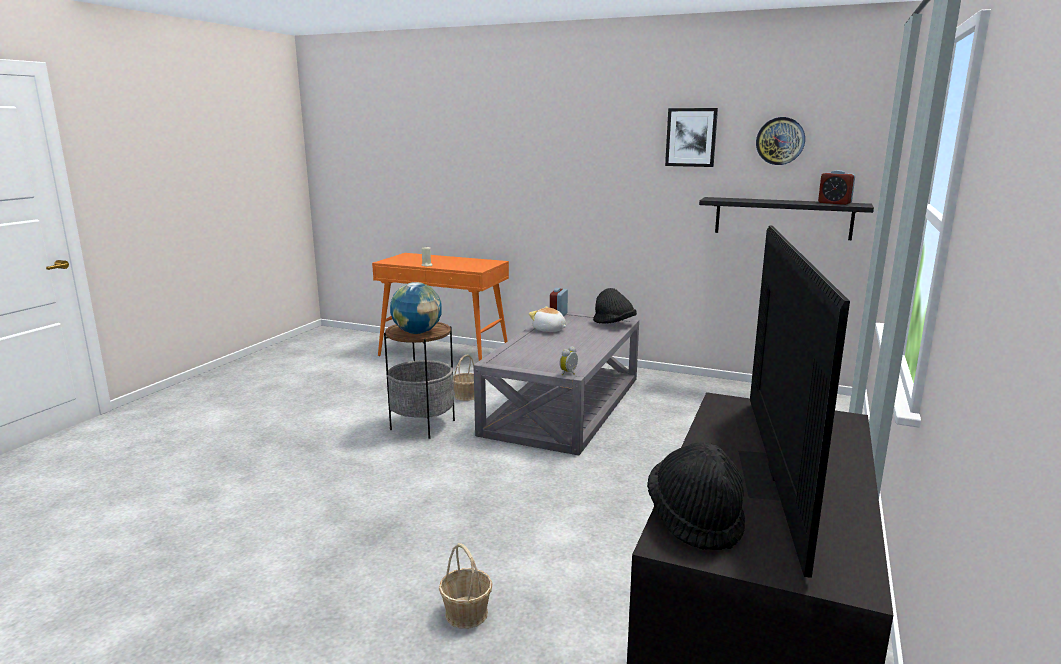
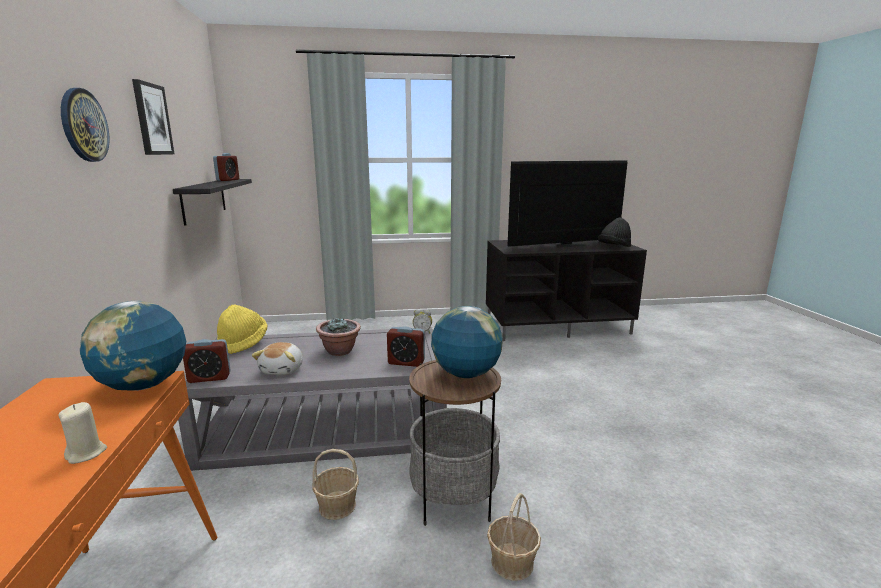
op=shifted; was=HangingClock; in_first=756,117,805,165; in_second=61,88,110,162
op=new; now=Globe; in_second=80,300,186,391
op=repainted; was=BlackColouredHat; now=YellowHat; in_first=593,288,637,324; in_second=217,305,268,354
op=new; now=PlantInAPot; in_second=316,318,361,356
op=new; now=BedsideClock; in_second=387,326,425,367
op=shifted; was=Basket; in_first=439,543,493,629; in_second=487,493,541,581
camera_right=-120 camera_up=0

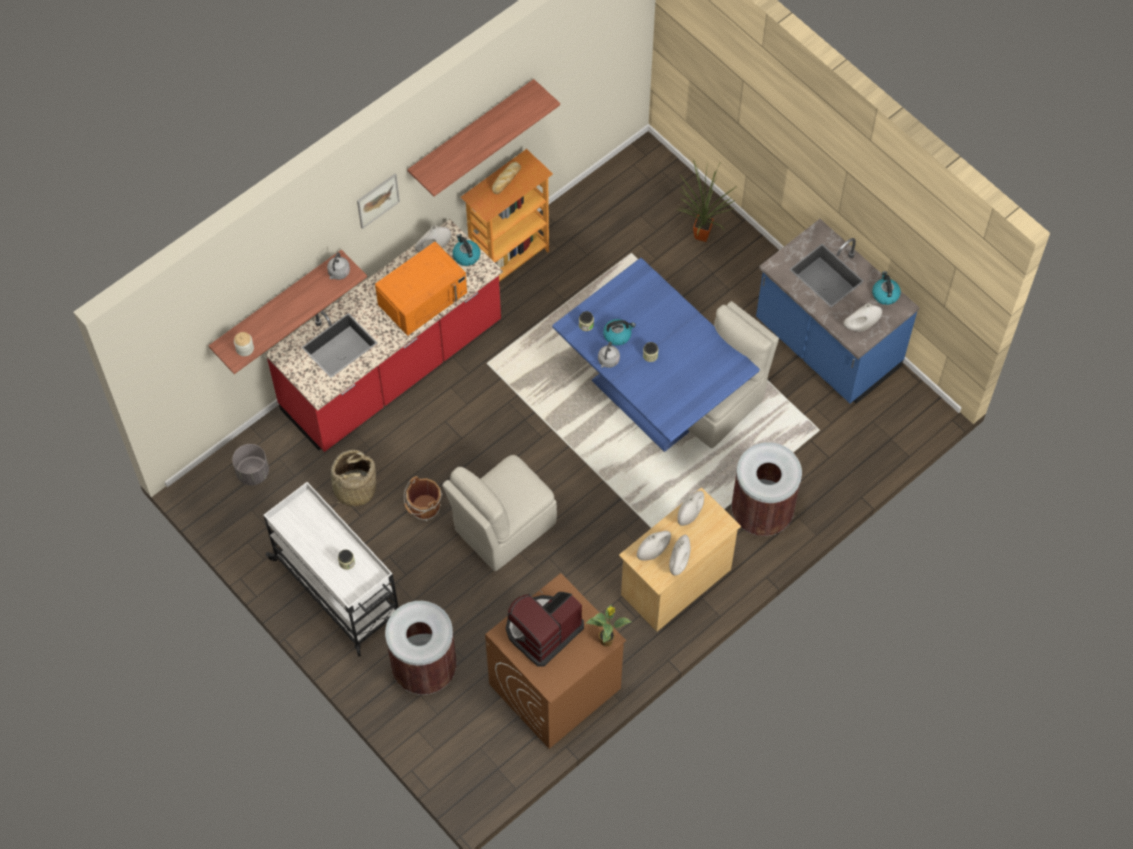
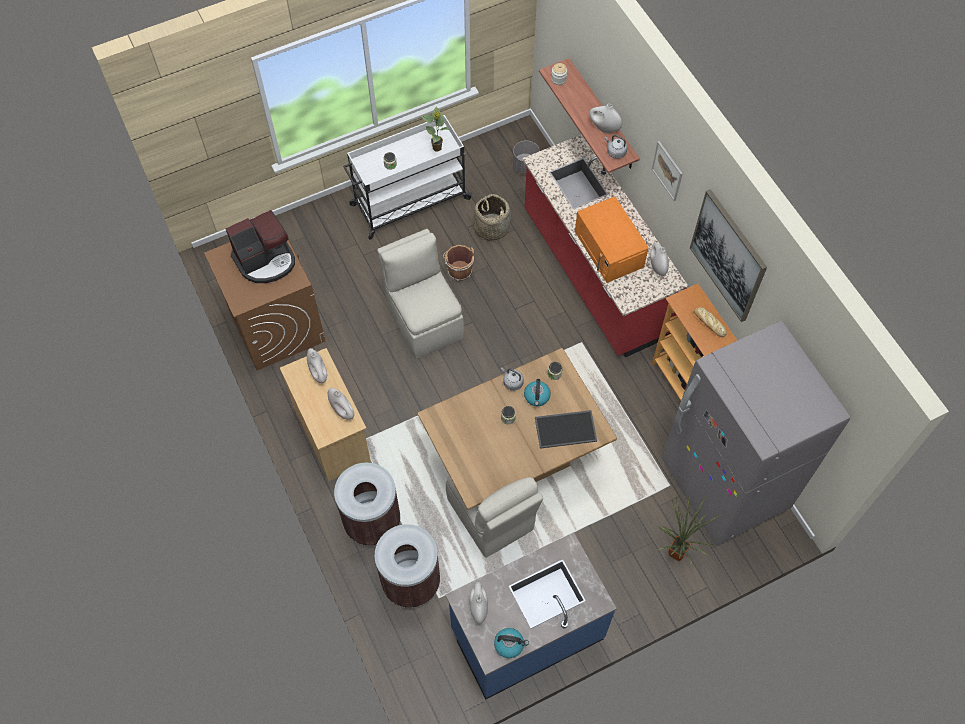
op=rotated; was=CoffeeMaker; in_first=506,592,584,666; in_second=226,210,295,283; clockwise=90
op=shifted; was=BrownColouredWasteBin; in_first=385,601,456,695; in_second=375,524,440,608
op=repainted; was=BluishDinnerTable; now=BrownColouredDinnerTable; in_first=552,258,760,452; in_second=418,348,617,510
op=shifted; was=PlantInAPot; in_first=586,604,632,647; in_second=421,106,449,152
op=new; now=CarryingTray; in_second=535,410,597,449
op=shifted; was=WhiteVase; in_first=669,535,691,576; in_second=589,104,622,133
op=new; now=GreyishFridge; in_second=662,321,850,546
op=swapped; was=BracketShelf; now=WallArt; in_first=407,79,560,197; in_second=690,189,767,322
op=gone; was=TeaKettle; in_first=452,234,480,266
camera_right=105 camera_up=0

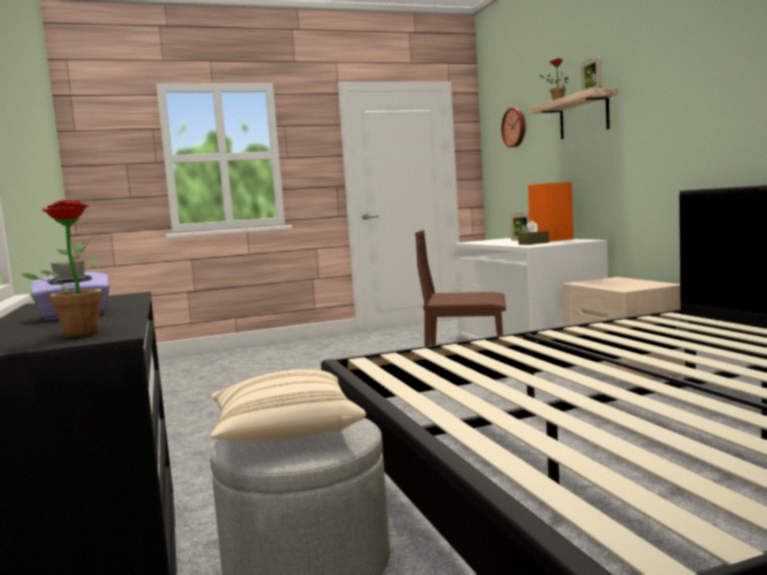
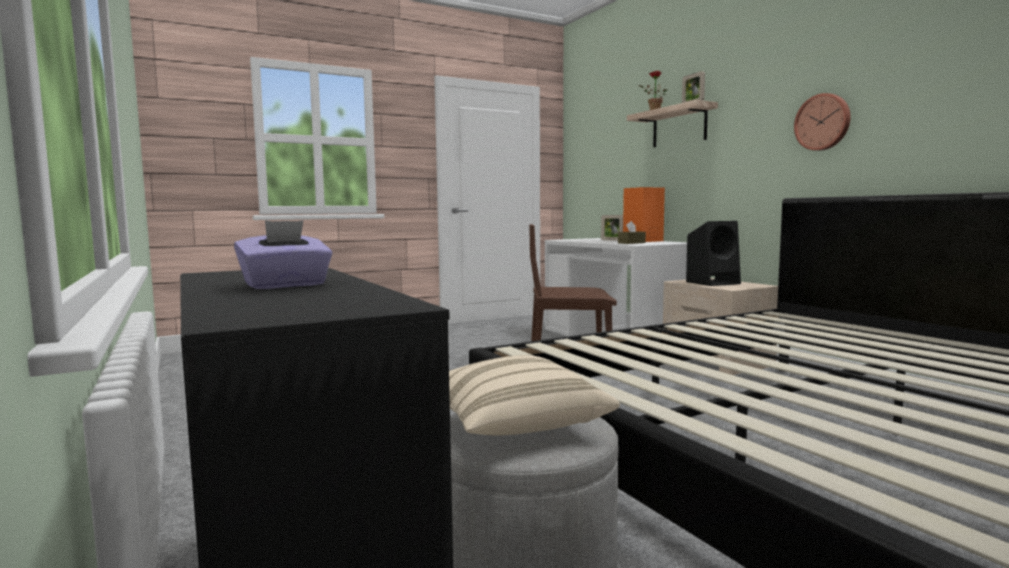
op=new; now=BlackColouredLoudspeaker; in_second=686,221,741,286
op=shifted; was=HangingClock; in_first=501,108,526,147; in_second=794,93,851,151
op=gone; was=PlantInAPot; in_first=21,200,103,337
camera_right=-10 camera_up=0

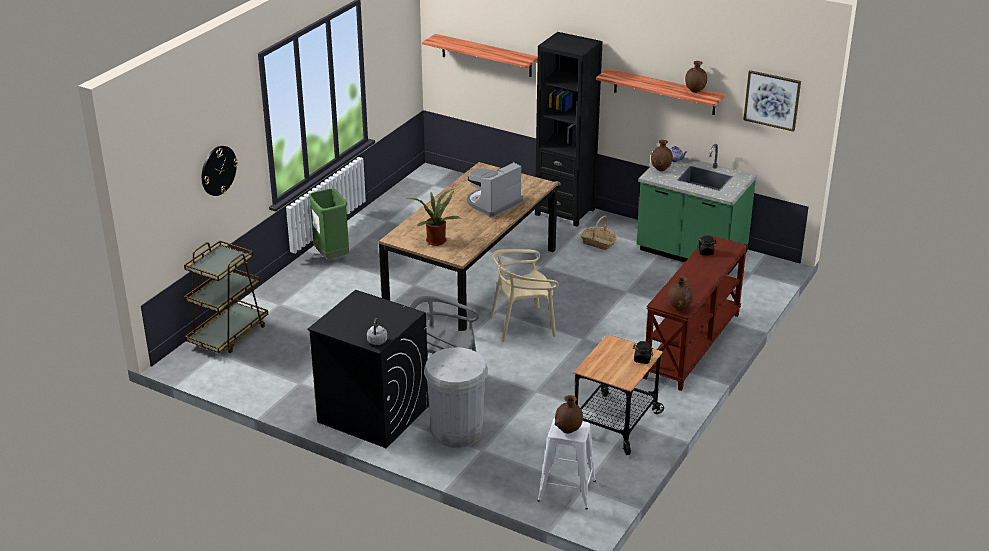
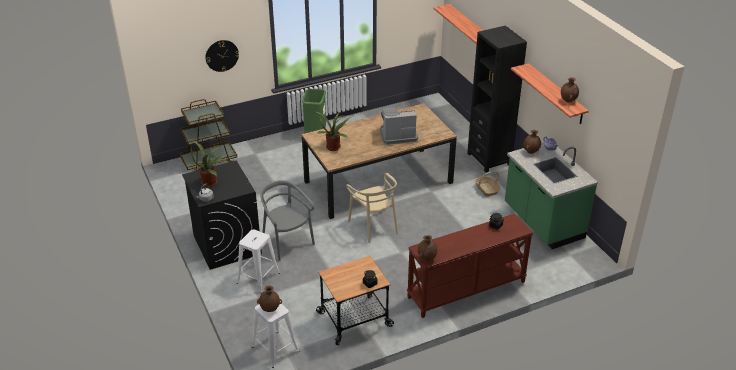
op=new; now=PlantInAPot; in_second=191,141,226,187
op=swapped; was=WhiteWasteBin; now=WhiteSittingStool; in_first=424,347,488,448; in_second=237,229,280,294
op=rotated; was=SandColouredPlainChair; in_first=490,249,558,342; in_second=346,173,398,243; clockwise=-135
op=gone; was=WallArt; in_first=743,70,801,132
camera_right=35 camera_up=5

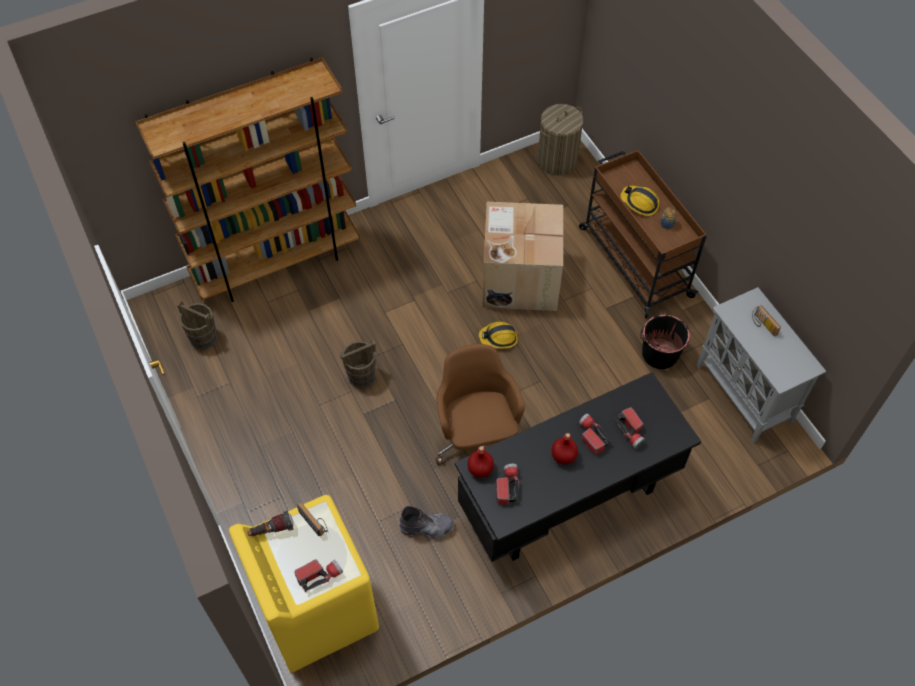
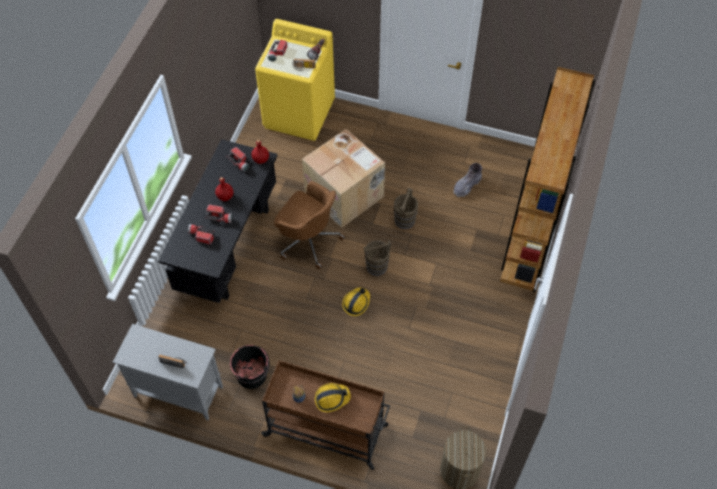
op=shifted; was=PackingBox; in_first=482,202,563,311; in_second=302,129,385,228
op=shifted; was=BrownColouredWaterBucket; in_first=177,301,217,350; in_second=364,240,391,276
op=shifted; was=GreyishHighTopBoot; in_first=399,506,454,539; in_second=453,163,482,197
camera_right=135 camera_up=0

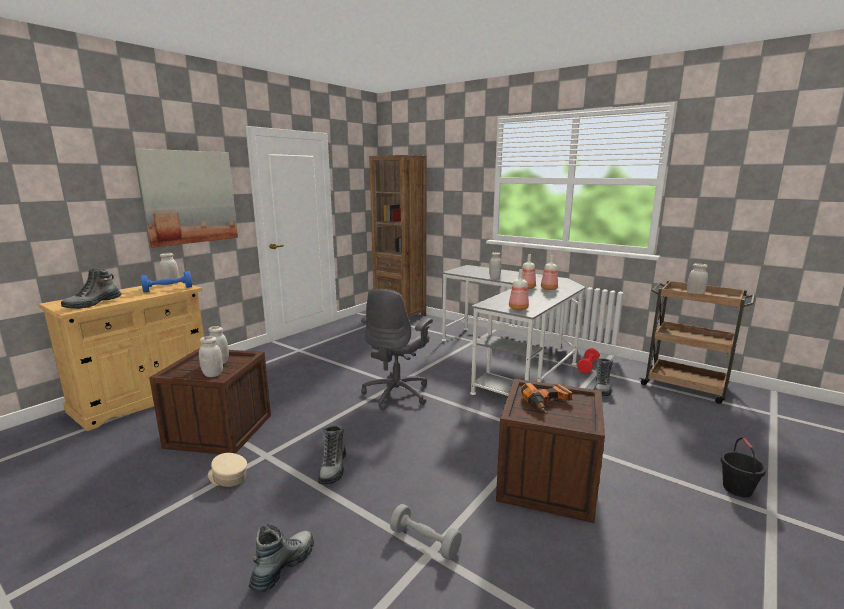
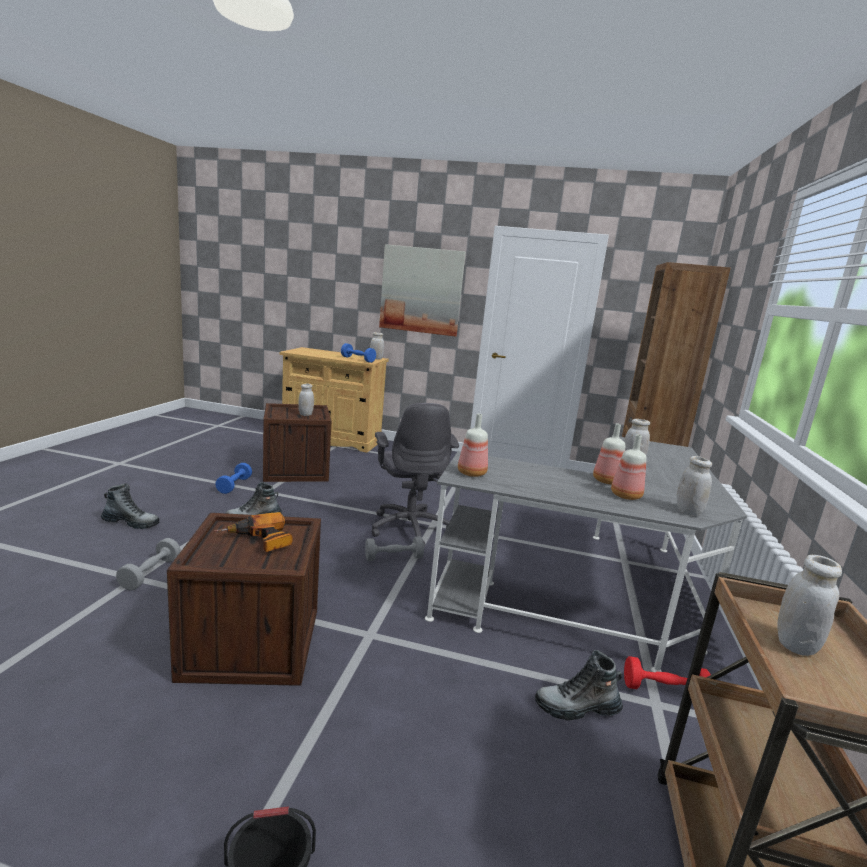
op=swapped; was=SandColouredCap; now=BluishFreeWeight; in_first=208,453,247,487; in_second=215,463,252,494
op=new; now=GreyishFreeWeight; in_second=365,536,424,561
op=rotated; was=GreyishOfficeChair; in_first=361,289,433,410; in_second=372,403,459,546; clockwise=-105
op=shifted; was=WhitePreserveJar; in_first=199,336,223,377; in_second=677,456,712,516
op=gone; was=HighTopBoot; in_first=61,268,122,309
camera_right=65 camera_up=0

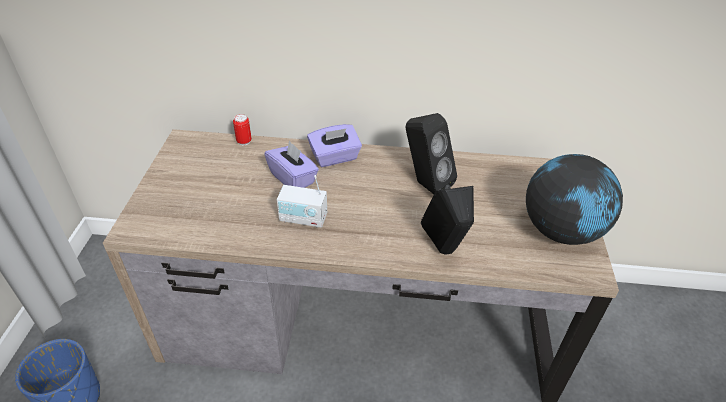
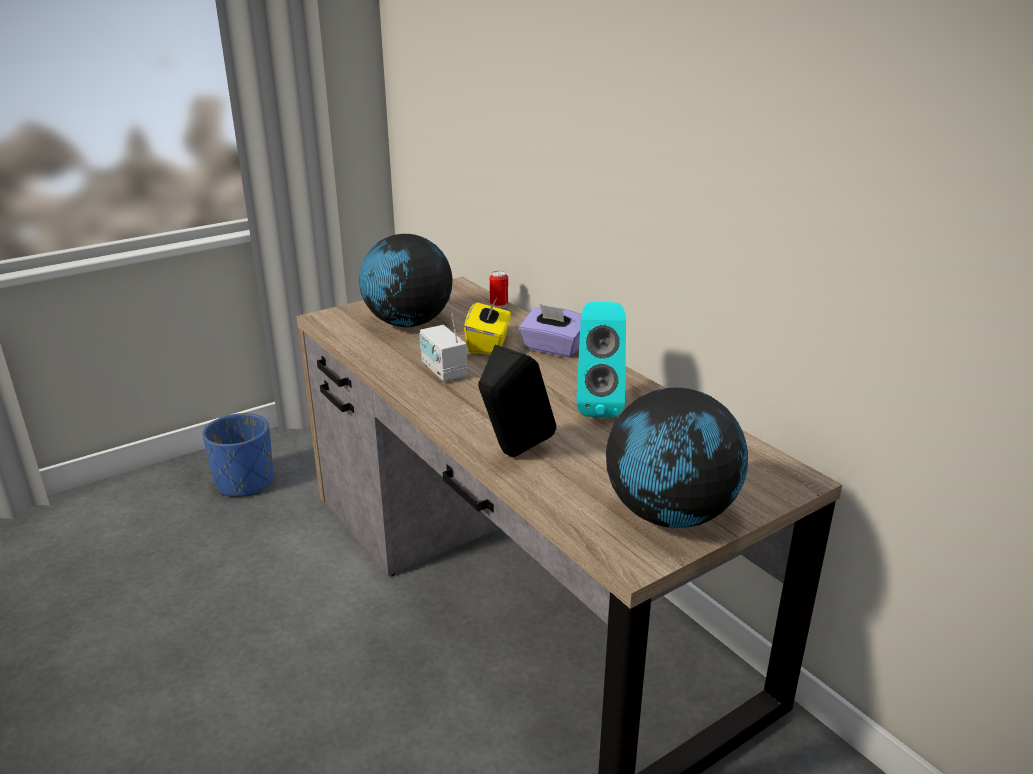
op=new; now=Globe; in_second=359,234,453,327
op=repainted; was=PurpleTissueHolder; now=YellowTissueHolder; in_first=264,140,319,188; in_second=464,296,511,354
op=repainted; was=BlackColouredLoudspeaker; now=TurquoiseColouredLoudspeaker; in_first=406,113,457,194; in_second=576,301,626,417
camera_right=50 camera_up=-15

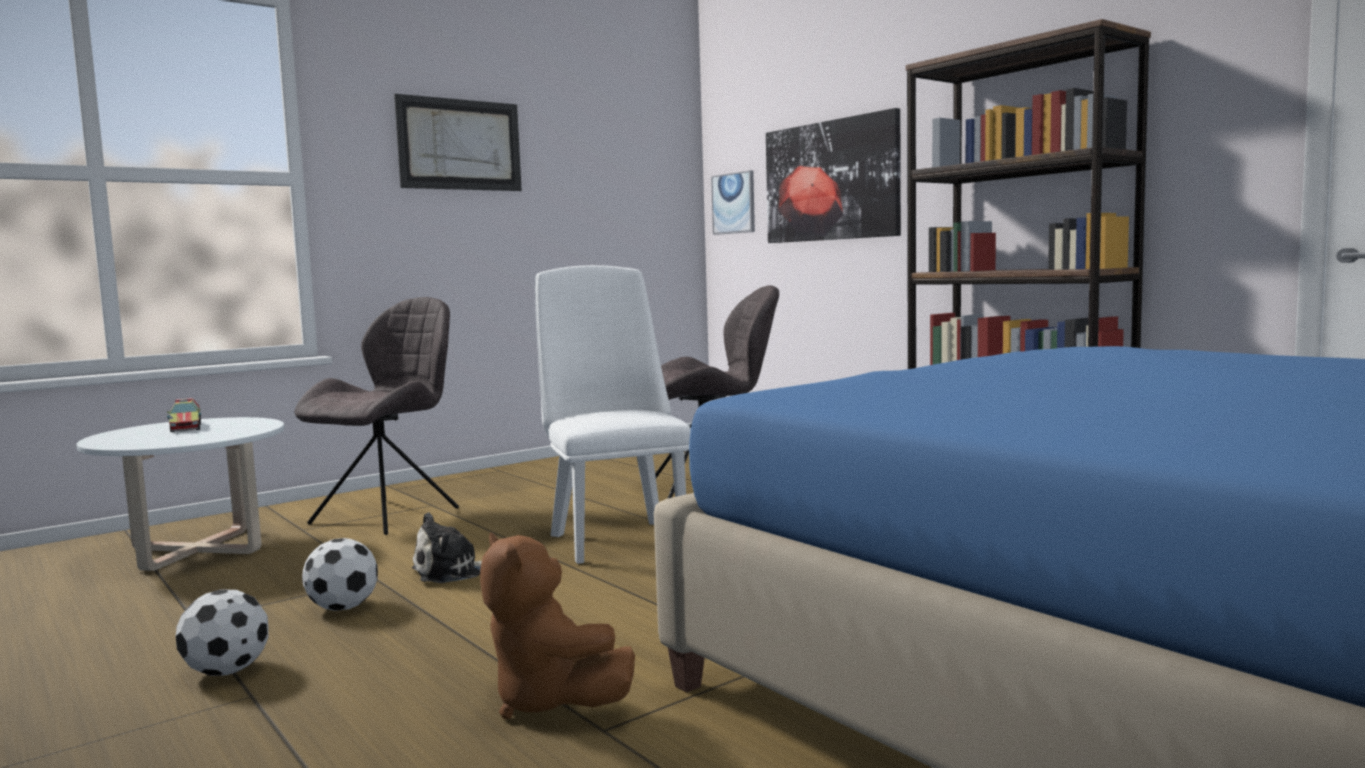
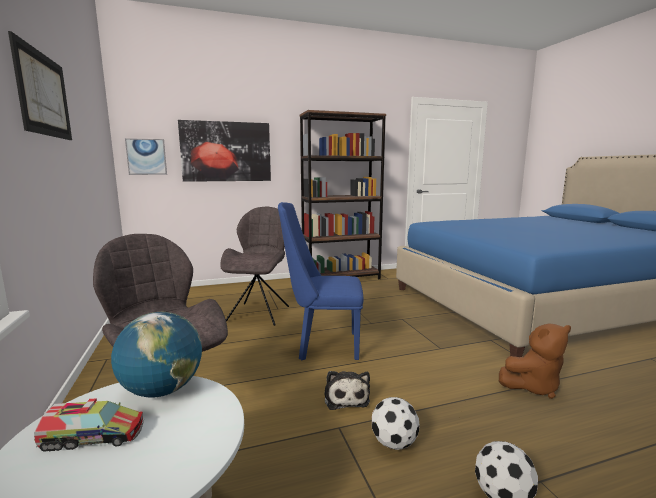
op=new; now=Globe; in_second=111,312,202,398
op=repainted; was=WhitePlainChair; now=BluishPlainChair; in_first=535,265,691,564; in_second=278,202,364,360
camera_right=-70 camera_up=5

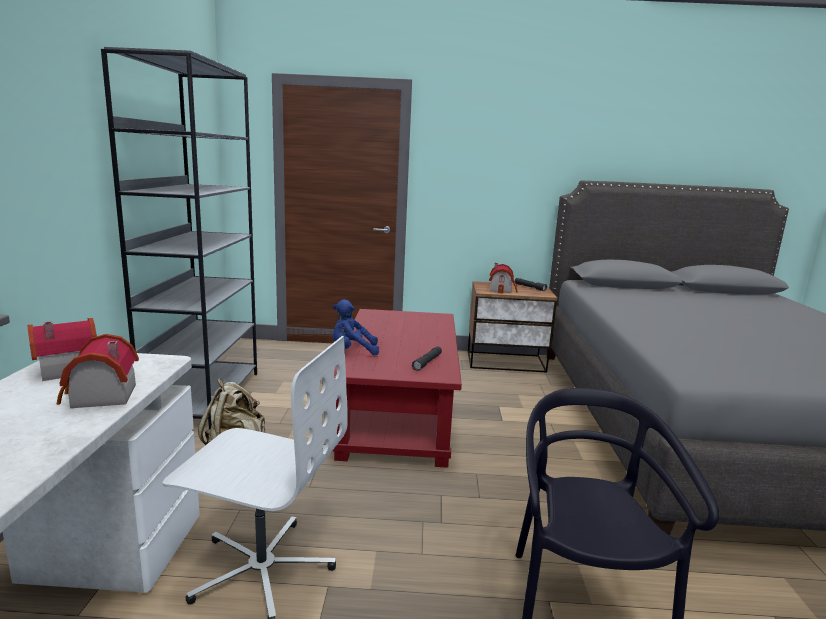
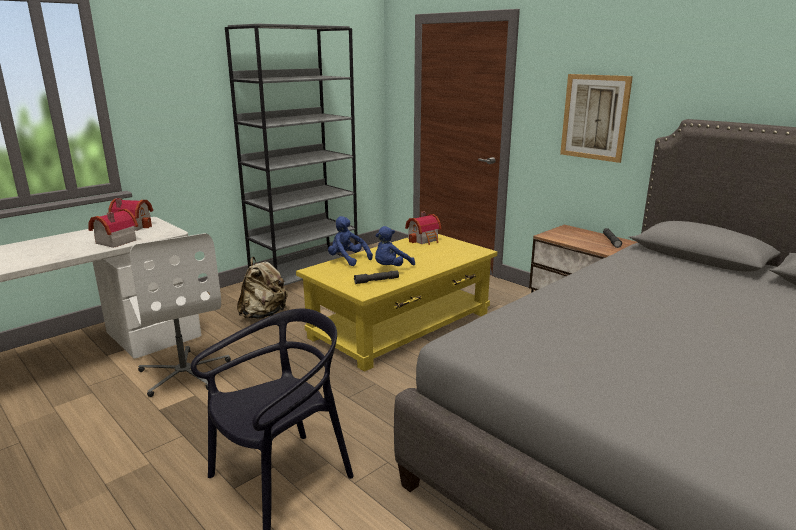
op=repainted; was=RedLoungeTable; now=YellowLoungeTable; in_first=333,309,462,468; in_second=296,234,497,372
op=new; now=BluishPlushToy; in_second=375,226,415,266
op=shifted; was=ToyHouse; in_first=489,263,518,294; in_second=405,211,441,245
op=new; now=WallArt; in_second=560,74,633,163
camera_right=45 camera_up=5

